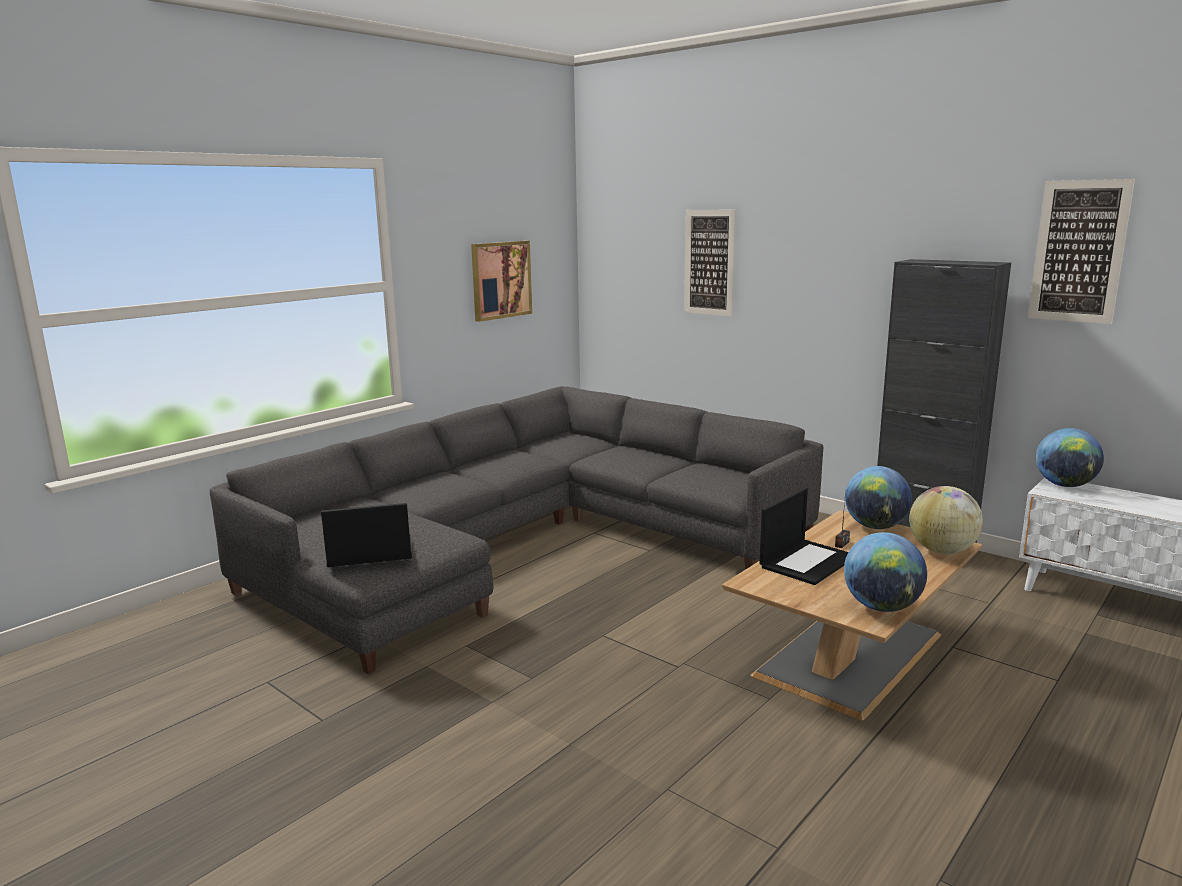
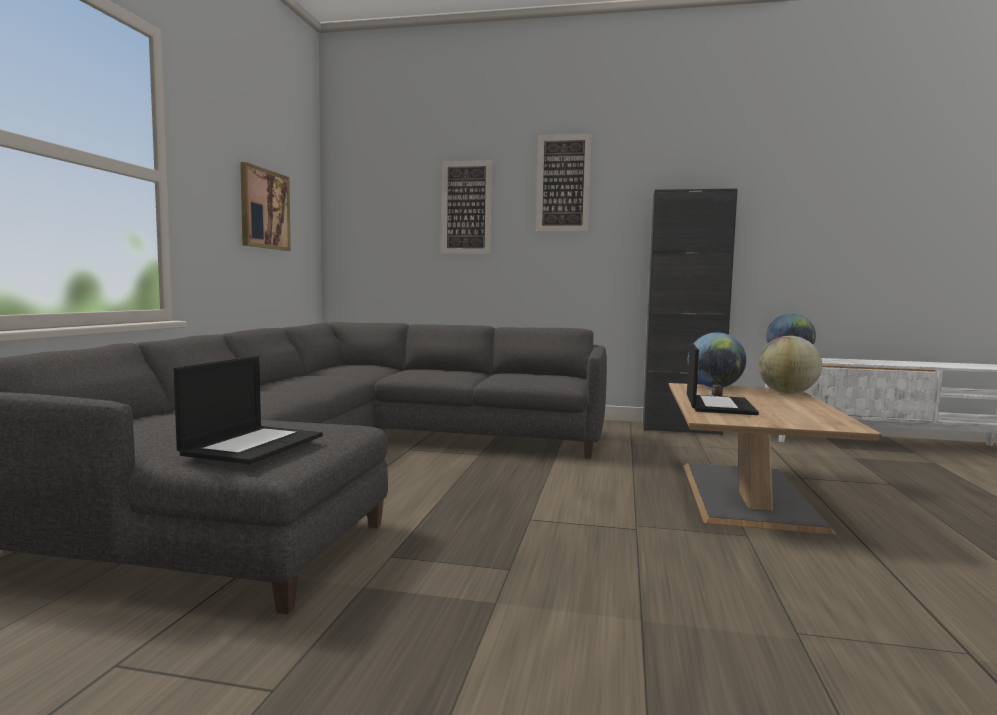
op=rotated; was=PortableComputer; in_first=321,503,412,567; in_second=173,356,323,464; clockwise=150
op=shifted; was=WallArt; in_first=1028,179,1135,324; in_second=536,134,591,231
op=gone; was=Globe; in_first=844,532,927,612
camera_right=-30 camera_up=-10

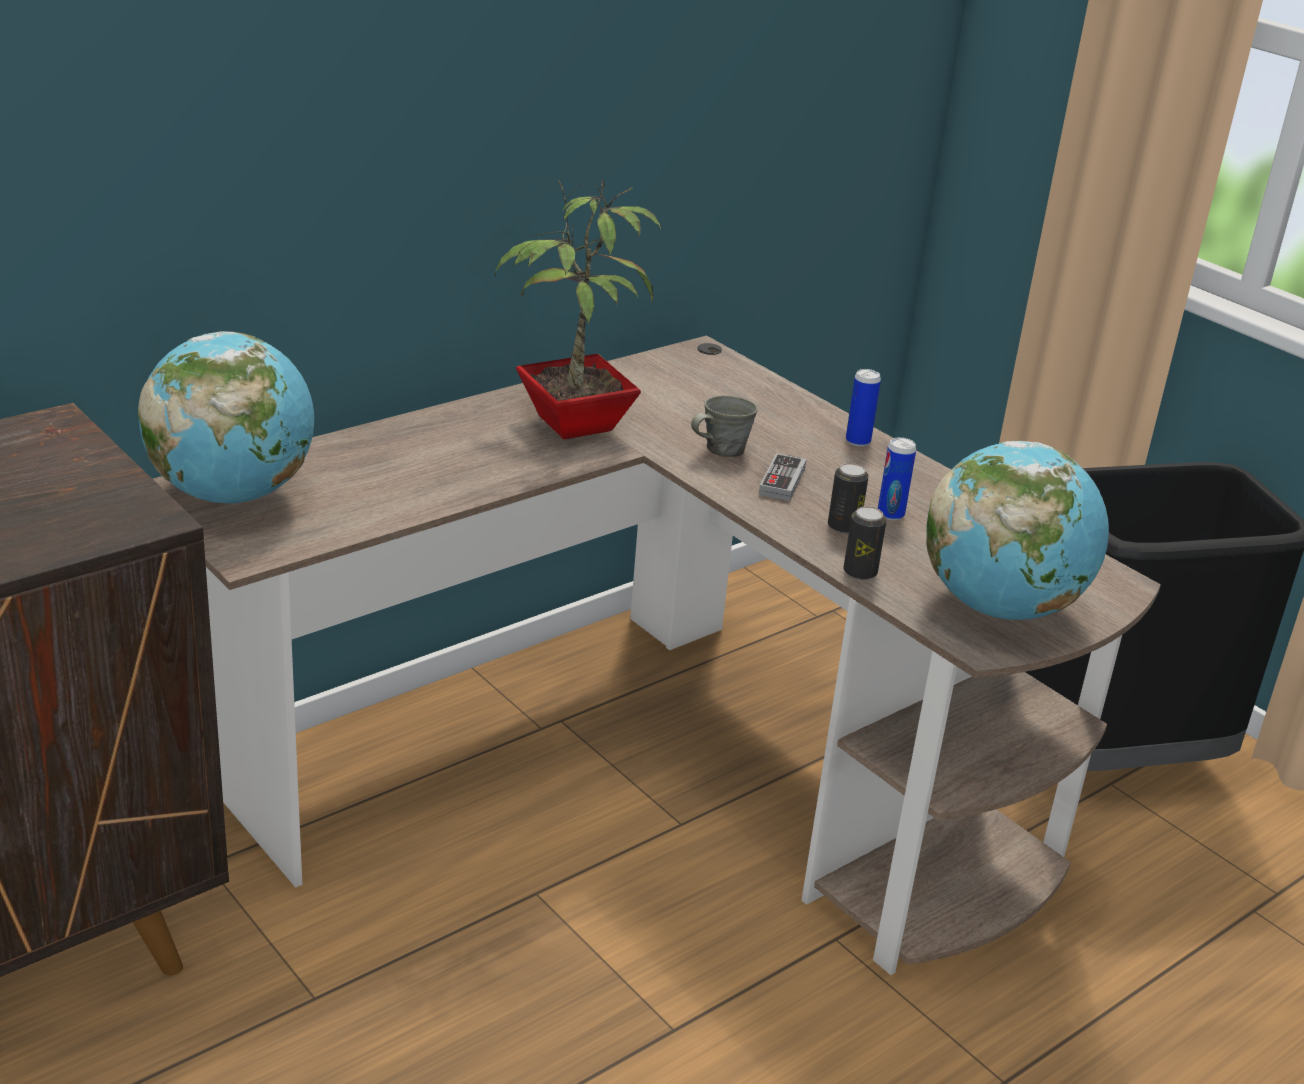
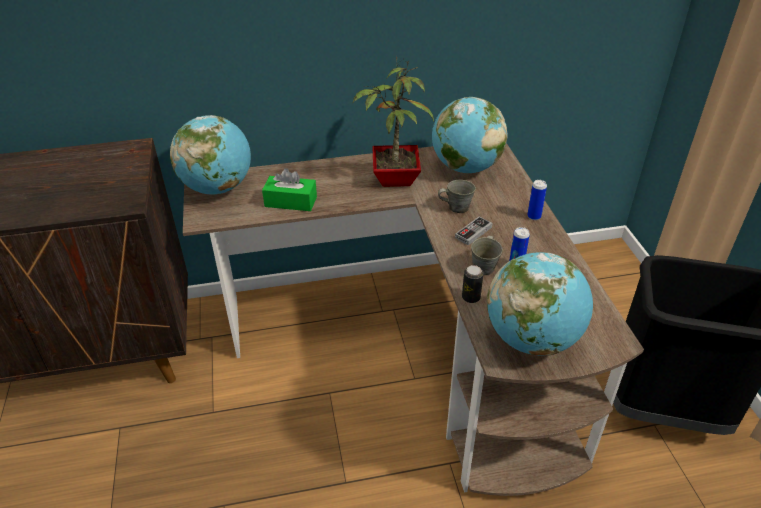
op=new; now=GreenishTissueHolder; in_second=262,168,317,211
op=new; now=Globe; in_second=432,97,507,173
op=swapped; was=MetalCan; now=GreyishMug; in_first=828,463,869,534; in_second=471,236,503,275
camera_right=30 camera_up=10

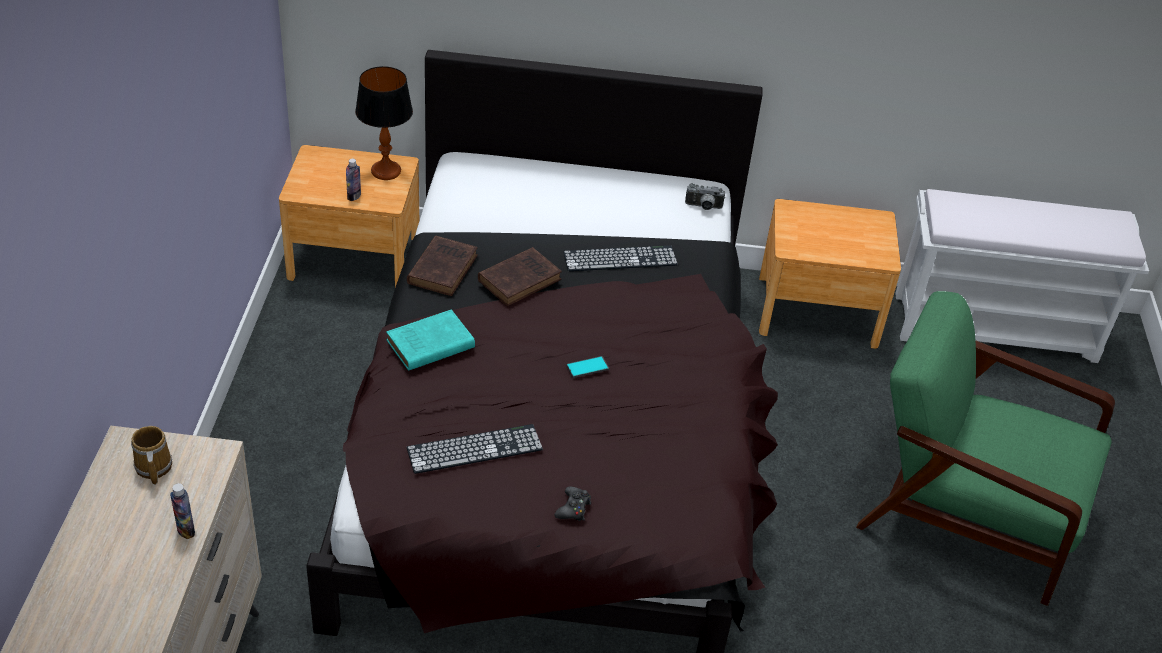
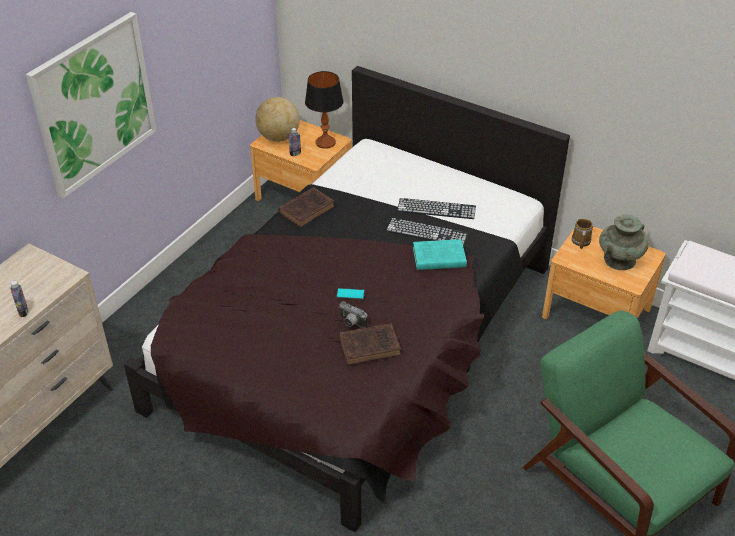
op=new; now=WallArt; in_second=26,12,157,198
op=new; now=Globe; in_second=255,97,300,142
op=shifted; was=PhotoCamera; in_first=685,183,725,210; in_second=338,301,368,328
op=shifted; was=BrownColouredBook; in_first=478,247,562,306; in_second=339,323,401,365
op=shifted; was=Keyboard; in_first=407,424,543,474; in_second=397,198,476,219
op=shifted; was=TurquoiseColouredBook; in_first=386,310,475,371; in_second=413,239,467,270
op=shifted; was=Mug; in_first=131,426,172,485; in_second=572,218,593,249
op=new; now=TurquoiseColouredVase; in_second=599,215,649,270
op=gone; was=BlackColouredGameController; in_first=554,486,591,521
camera_right=30 camera_up=0

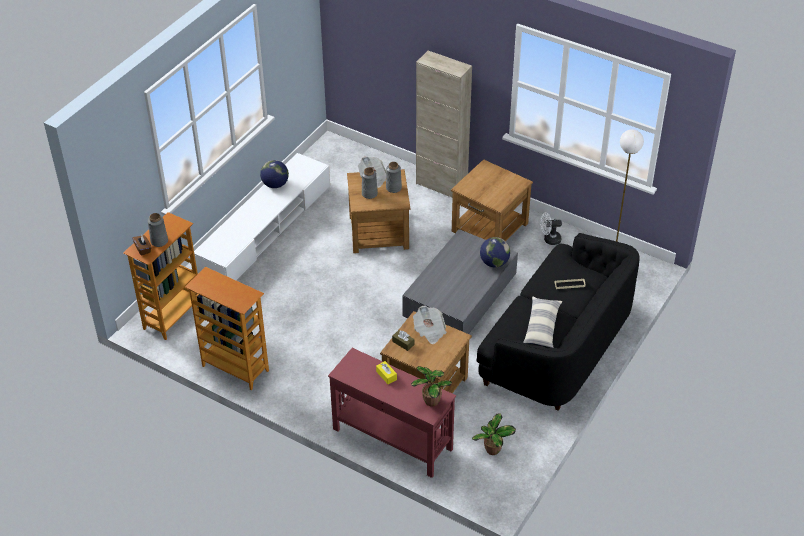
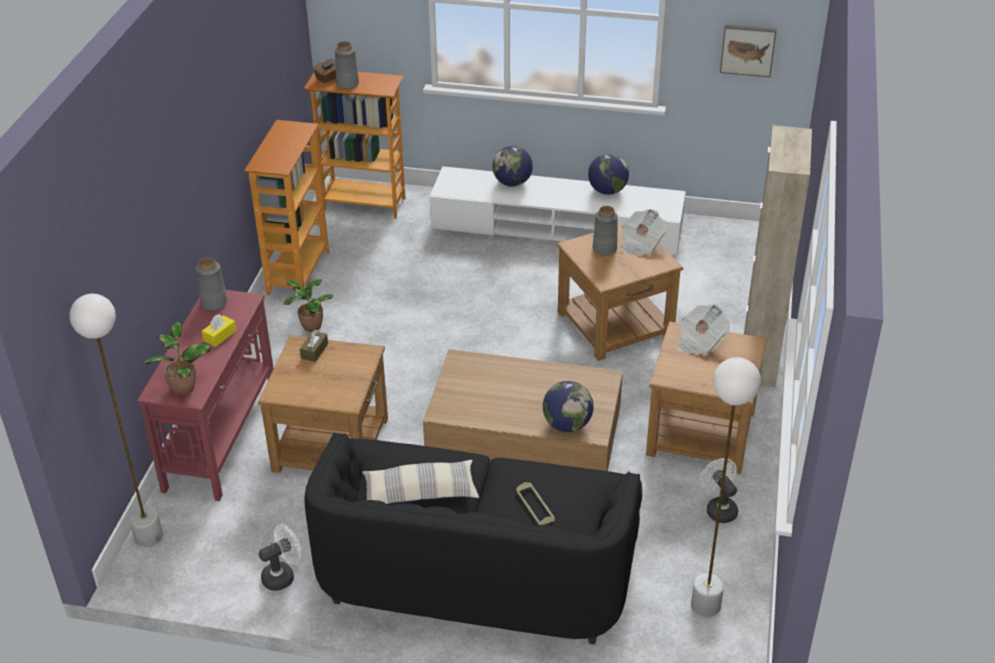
op=new; now=WhiteStandardLamp; in_second=70,294,163,547
op=shifted; was=GreyishVase; in_first=386,162,402,193; in_second=196,257,228,310
op=new; now=WhiteCoolingFan; in_second=259,524,301,591
op=shifted; was=PlantInAPot; in_first=472,413,516,455; in_second=283,279,333,332
op=repainted; was=GreyishLoungeTable; now=BrownColouredLoungeTable; in_first=402,229,518,334; in_second=423,349,623,471
op=new; now=Globe; in_second=492,146,533,187
op=shifted; was=PrintedPaper; in_first=413,306,447,344; in_second=677,304,730,356
op=new; now=WallArt; in_second=720,25,777,77
camera_right=70 camera_up=-5

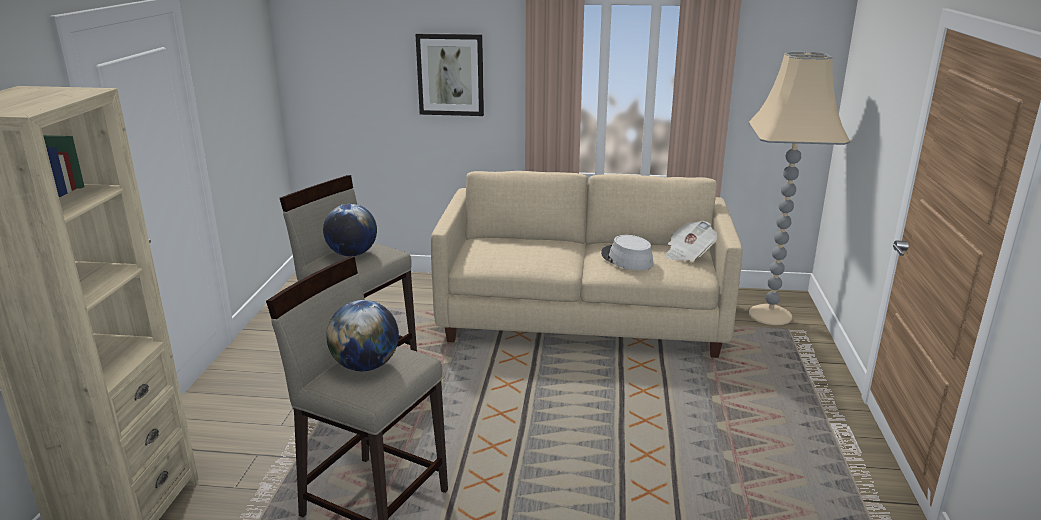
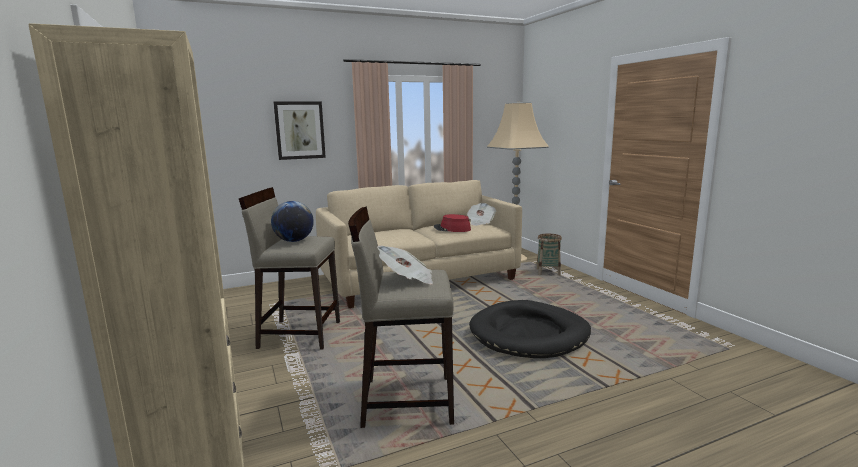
op=swapped; was=Globe; now=PrintedPaper; in_first=326,300,399,371; in_second=377,246,433,284
op=repainted; was=GreyishHat; now=RedHat; in_first=601,235,653,271; in_second=434,214,471,232
op=new; now=BlackColouredPetBed; in_second=469,300,591,358
op=new; now=Basket; in_second=536,234,562,276
camera_right=-30 camera_up=-10

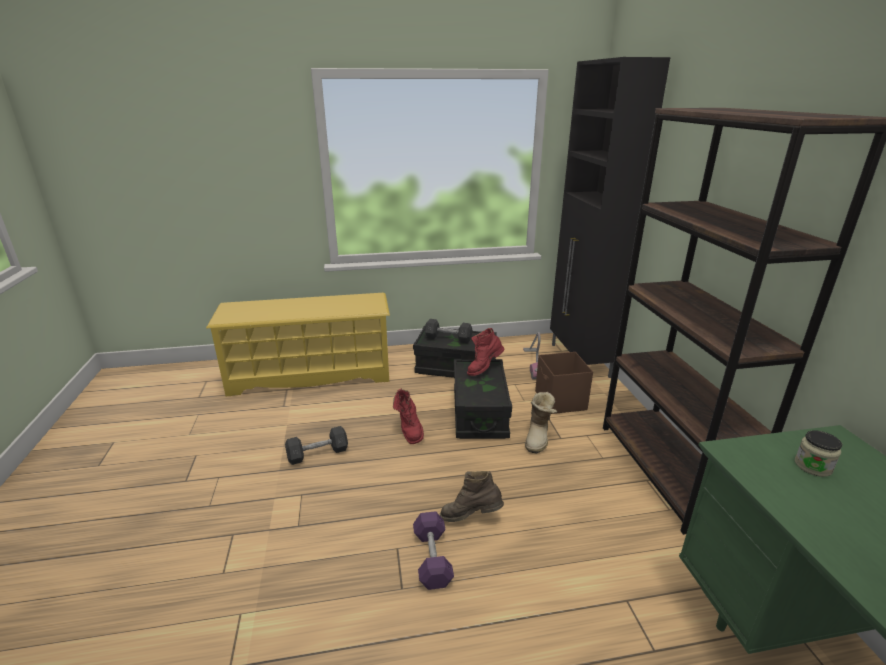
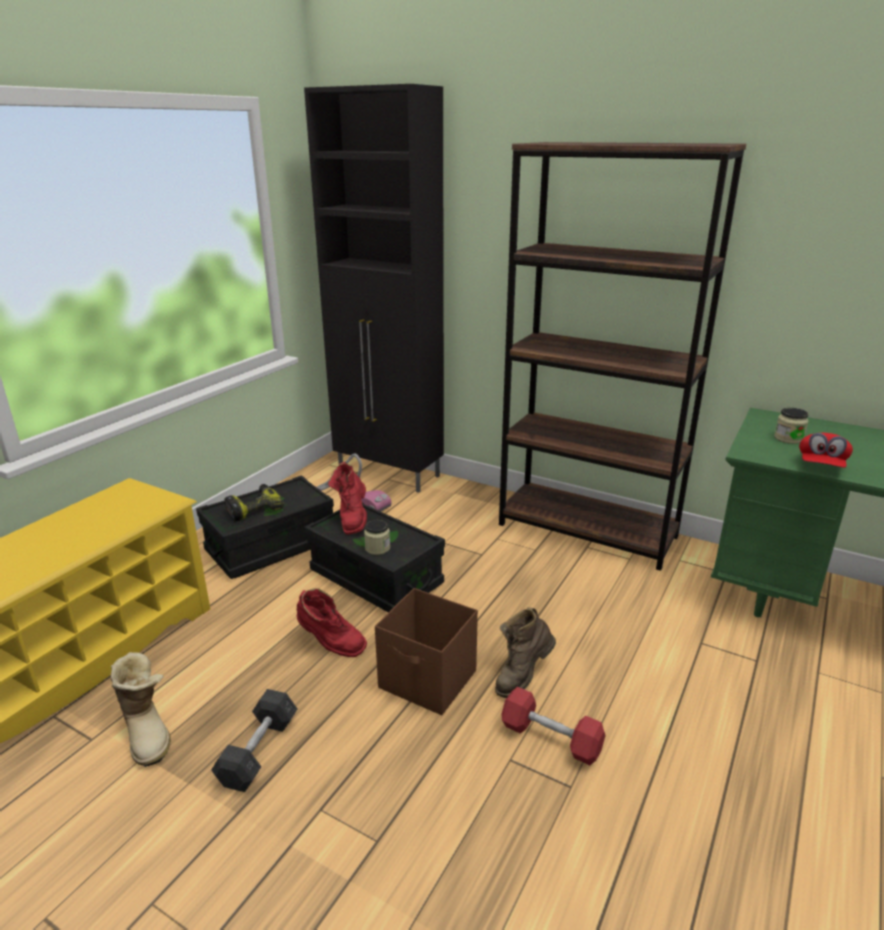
op=shifted; was=HighTopBoot; in_first=525,392,557,453; in_second=111,652,171,767
op=swapped; was=GreyishFreeWeight; now=Drill; in_first=425,319,472,343; in_second=225,484,284,522
op=new; now=PreserveJar; in_second=364,520,390,555
op=shifted; was=BrownColouredStorageContainer; in_first=535,352,593,414; in_second=375,588,478,715
op=repainted; was=PurpleFreeWeight; now=RedFreeWeight; in_first=413,511,454,590; in_second=501,687,606,765
op=new; now=RedCap; in_second=799,433,853,468
camera_right=-50 camera_up=0

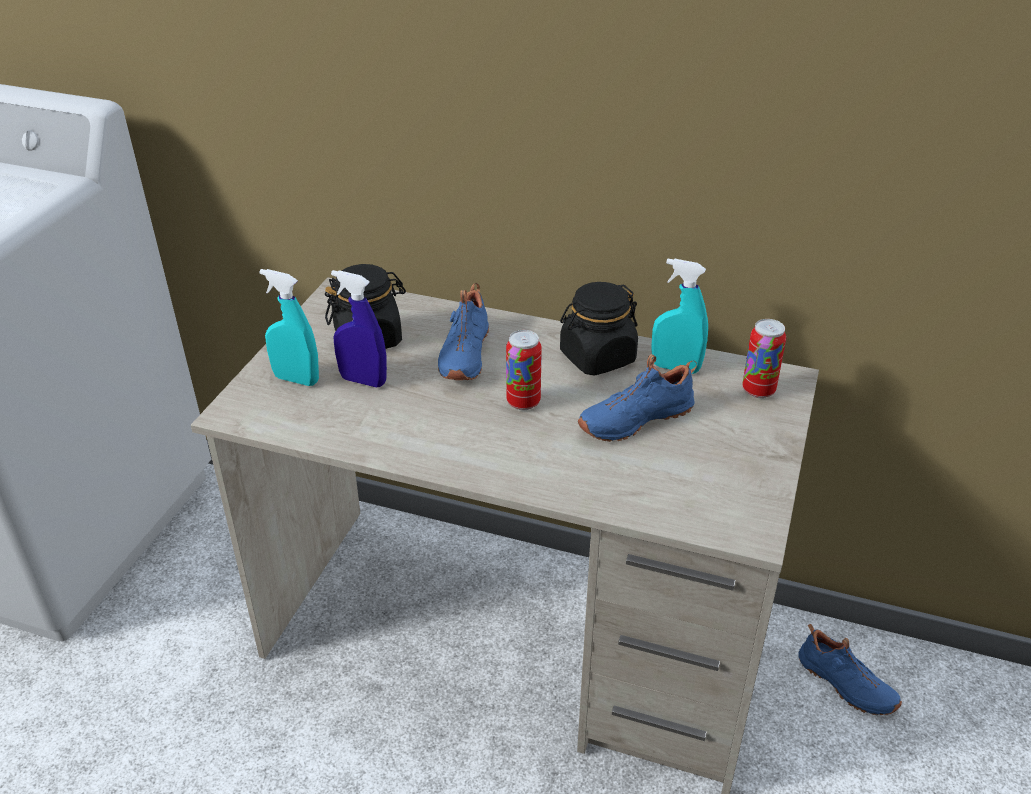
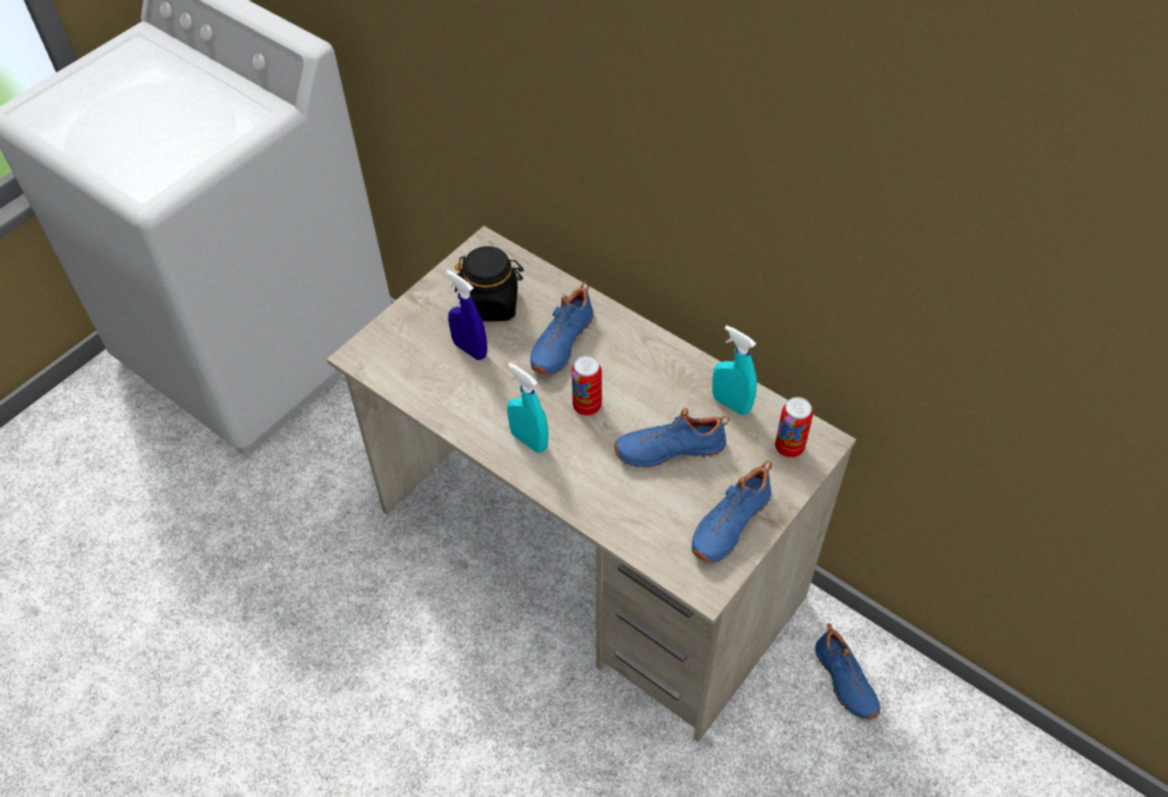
op=shifted; was=TurquoiseColouredSprayBottle; in_first=259,269,319,386; in_second=507,363,548,453
op=new; now=BluishLowShoe; in_second=692,461,772,563
op=gone; was=BlackColouredPreserveJar; in_first=560,282,638,375
camera_right=20 camera_up=15

